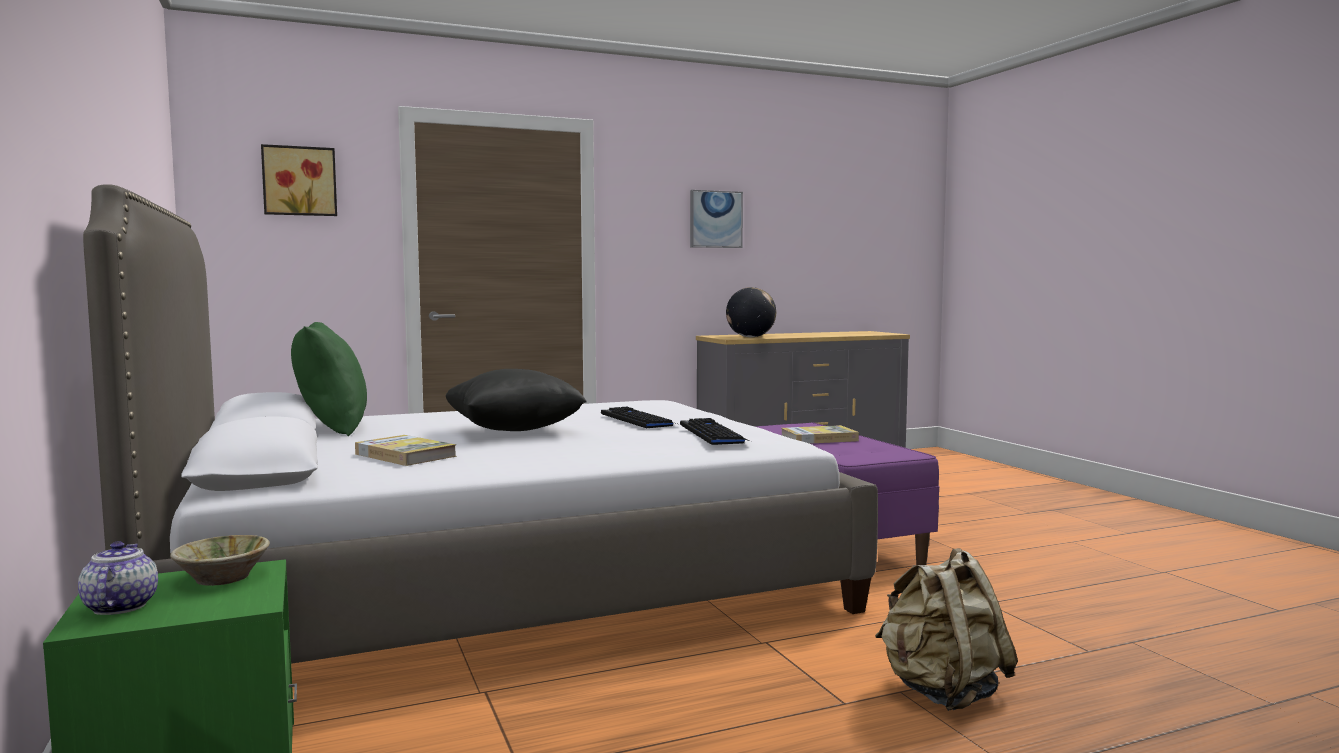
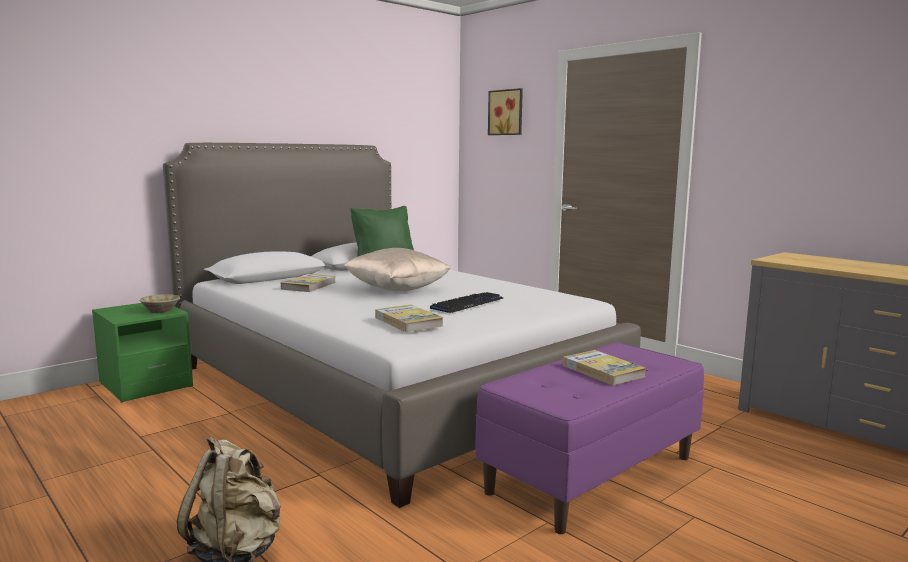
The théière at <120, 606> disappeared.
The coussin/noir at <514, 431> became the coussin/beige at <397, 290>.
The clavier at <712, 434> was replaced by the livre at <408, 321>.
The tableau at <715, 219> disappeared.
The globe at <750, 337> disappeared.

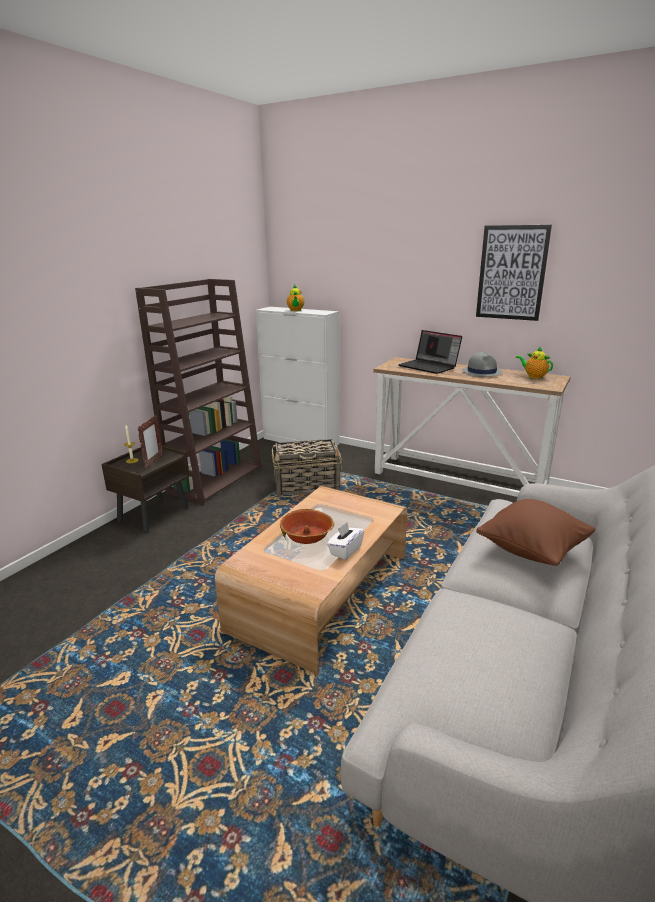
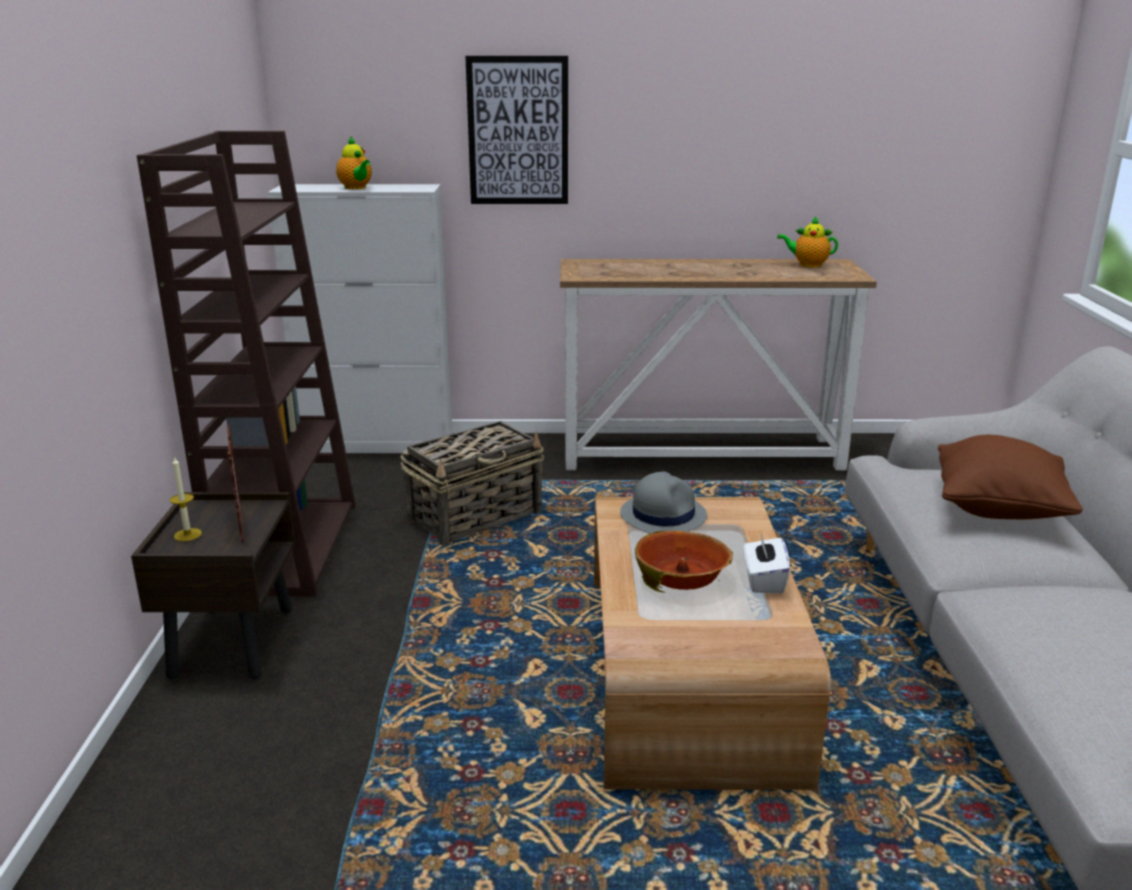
The ordinateur portable at <429, 366> disappeared.
The chapeau/gris moved from <481, 372> to <663, 515>.
The tableau moved from <512, 273> to <518, 131>.

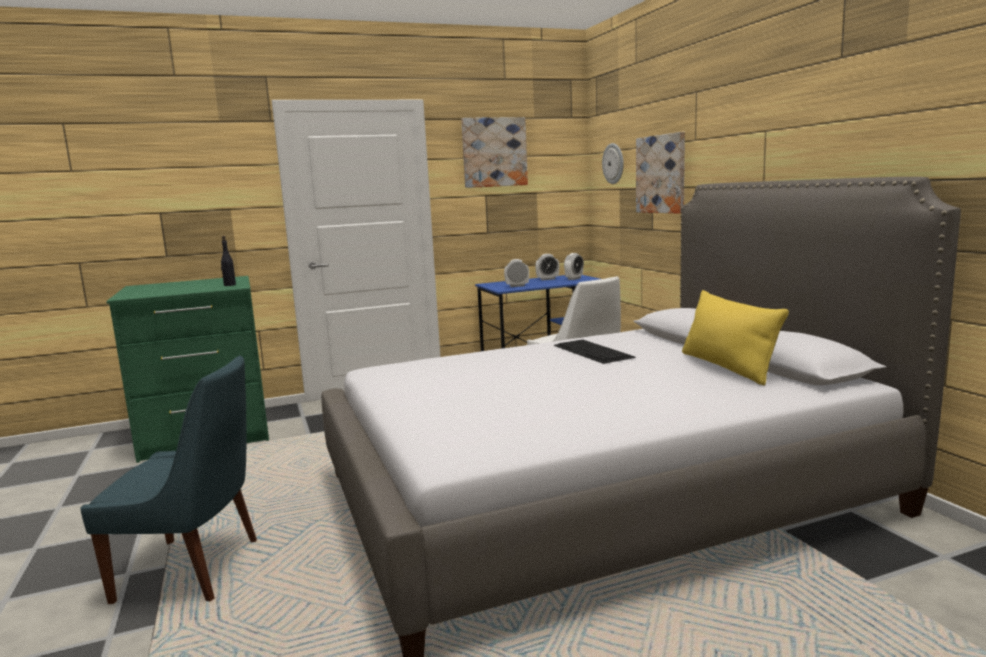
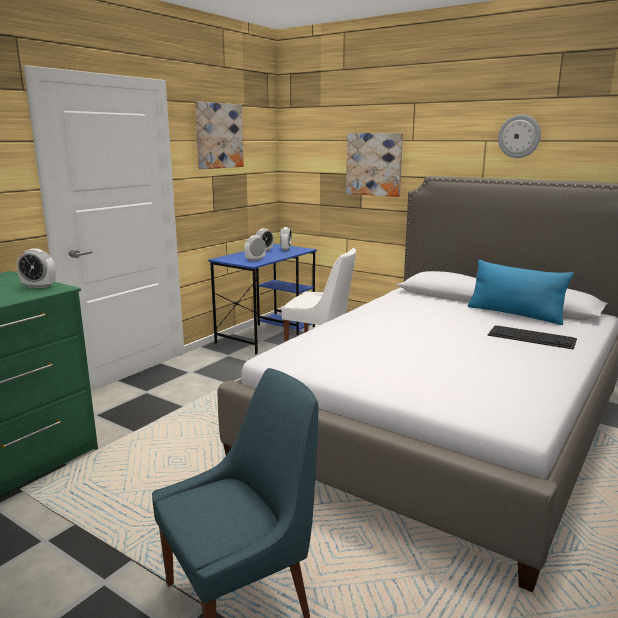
The bouteille/noir at <229, 285> was replaced by the réveil at <39, 286>.
The clavier moved from <593, 351> to <532, 337>.
The horloge murale moved from <613, 163> to <519, 136>.
The coussin/jaune at <727, 367> became the coussin/bleu at <515, 314>.

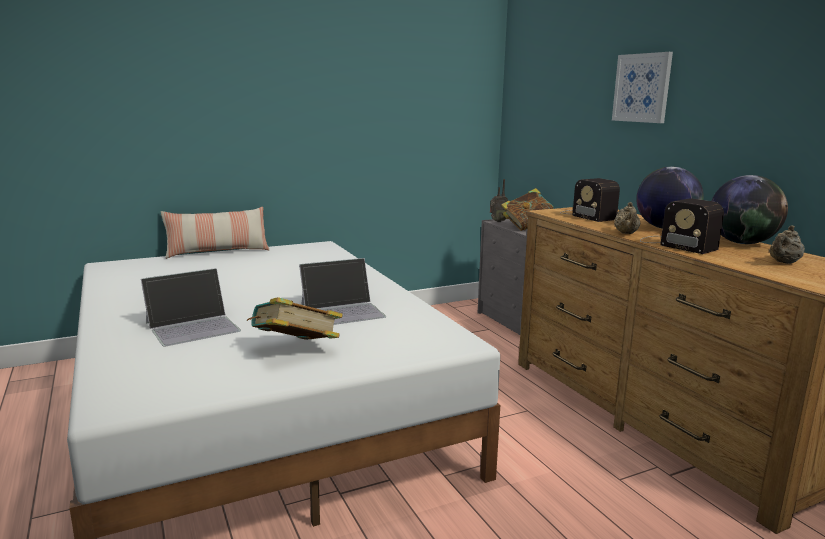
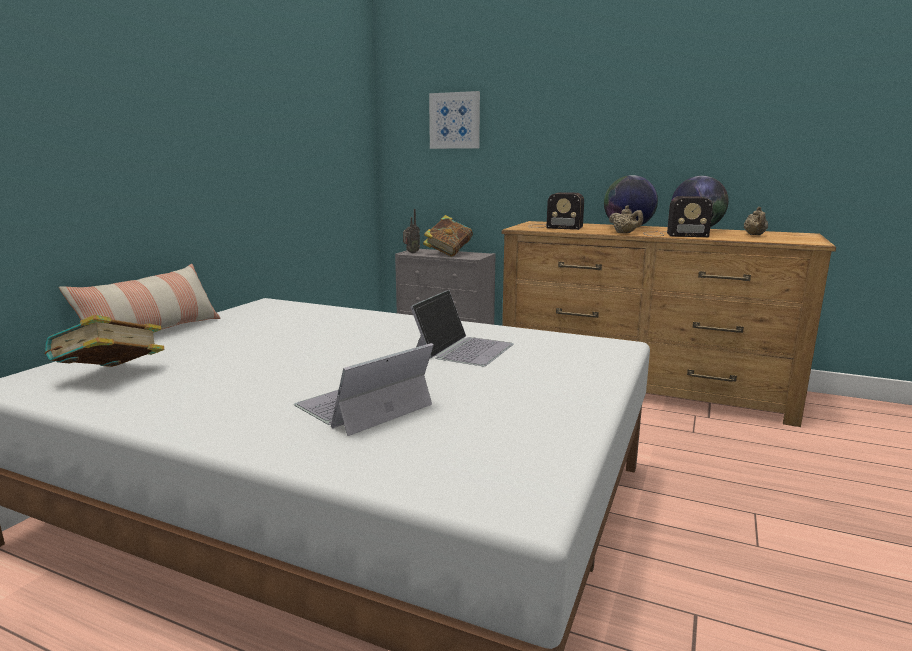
The ordinateur portable at <193, 326> turned 150 degrees counterclockwise.
The livre moved from <295, 350> to <111, 376>.
The tableau moved from <642, 88> to <455, 120>.

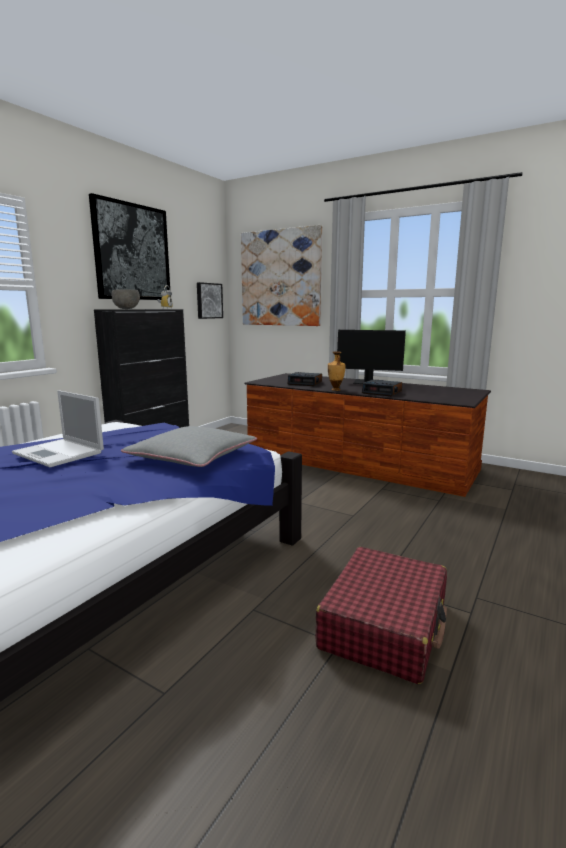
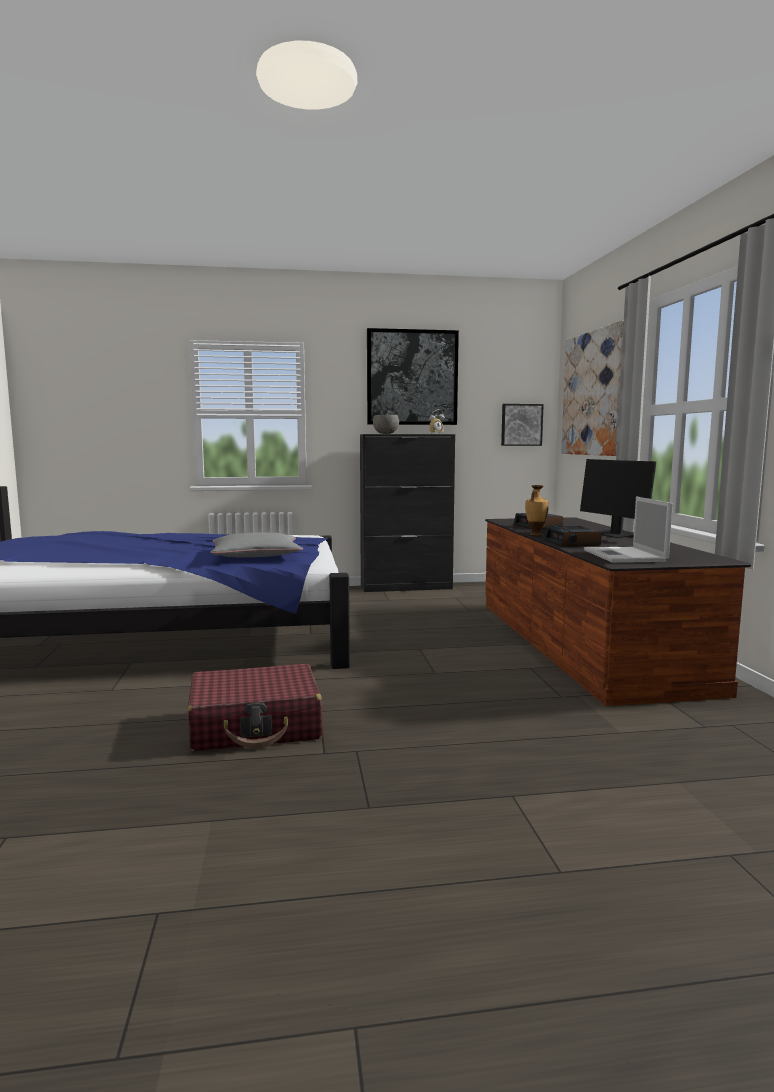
The ordinateur portable moved from <60, 453> to <625, 556>.

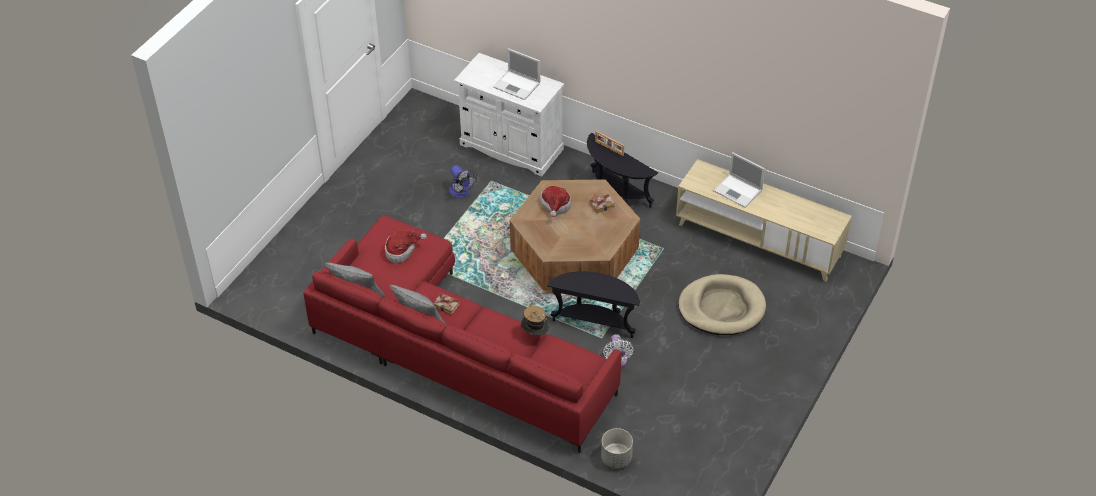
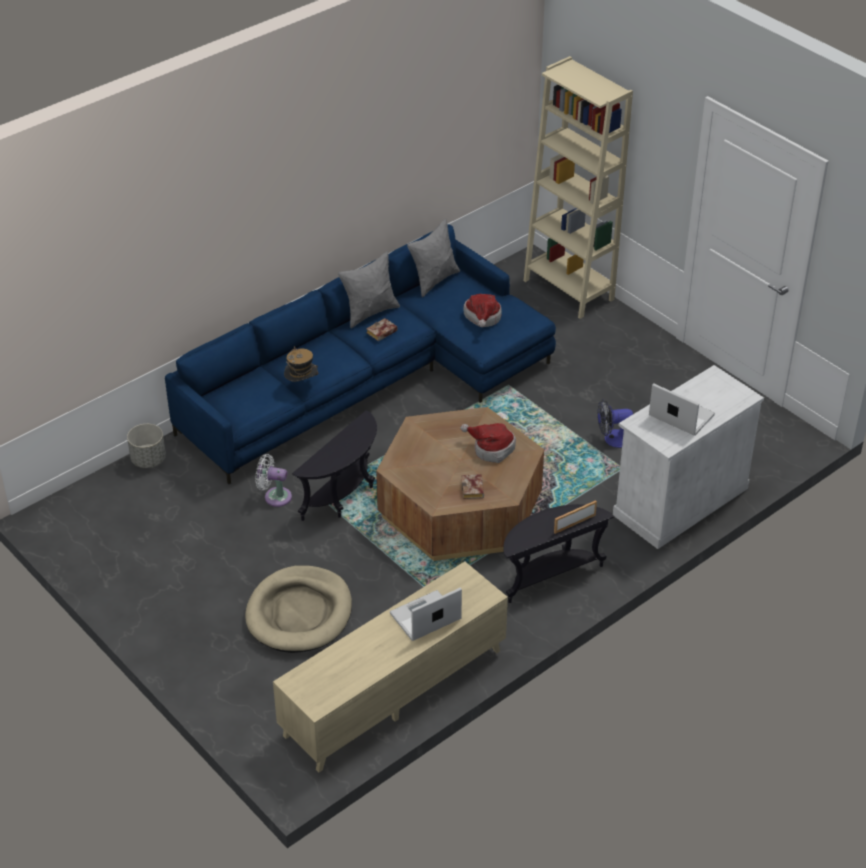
The canapé/rouge at <454, 347> became the canapé/bleu at <370, 381>.
The ordinateur portable at <517, 85> turned 75 degrees clockwise.
The bibliothèque/beige at <568, 290> appeared.

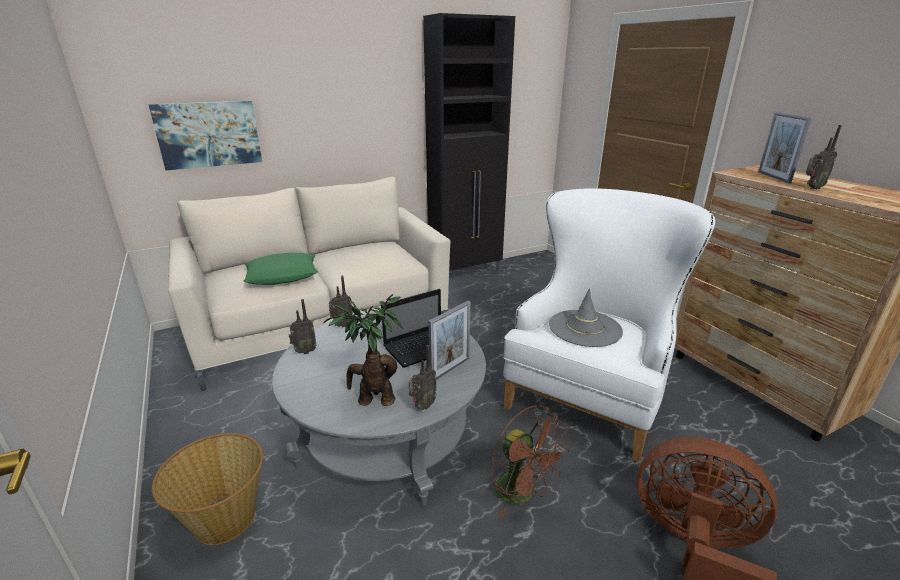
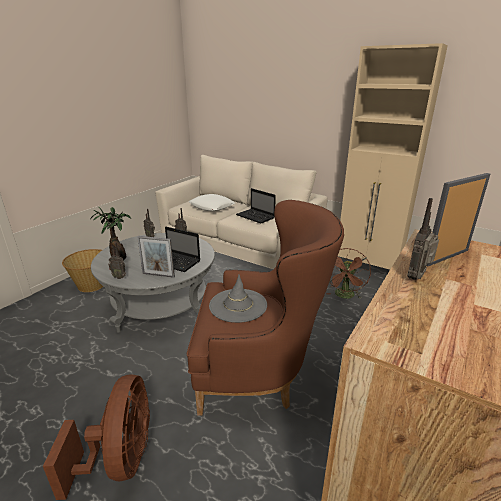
The tableau at <208, 134> disappeared.
The coussin/vert at <282, 275> became the coussin/blanc at <212, 207>.
The meuble de rangement/noir at <466, 274> became the meuble de rangement/beige at <368, 270>.
The ventilateur/marron moved from <522, 494> to <344, 296>.
The fauteuil/blanc at <589, 396> became the fauteuil/marron at <259, 372>.
The radio at <812, 188> turned 90 degrees clockwise.
The ordinateur portable at <256, 217> appeared.

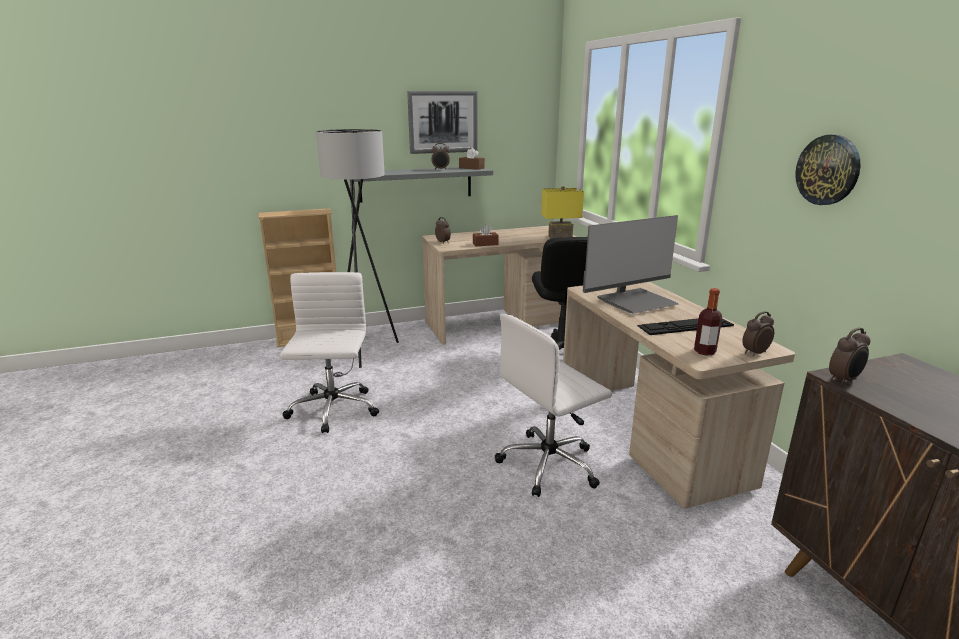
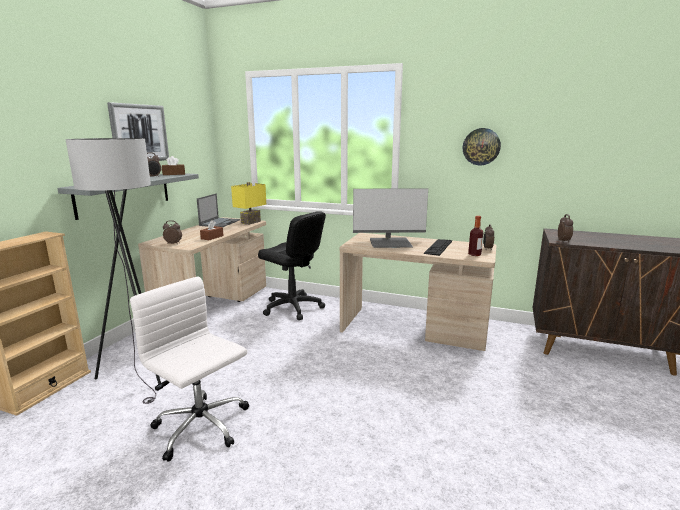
The chaise de bureau/blanc at <550, 464> disappeared.
The écran d'ordinateur at <635, 301> turned 75 degrees clockwise.
The ordinateur portable at <220, 222> appeared.

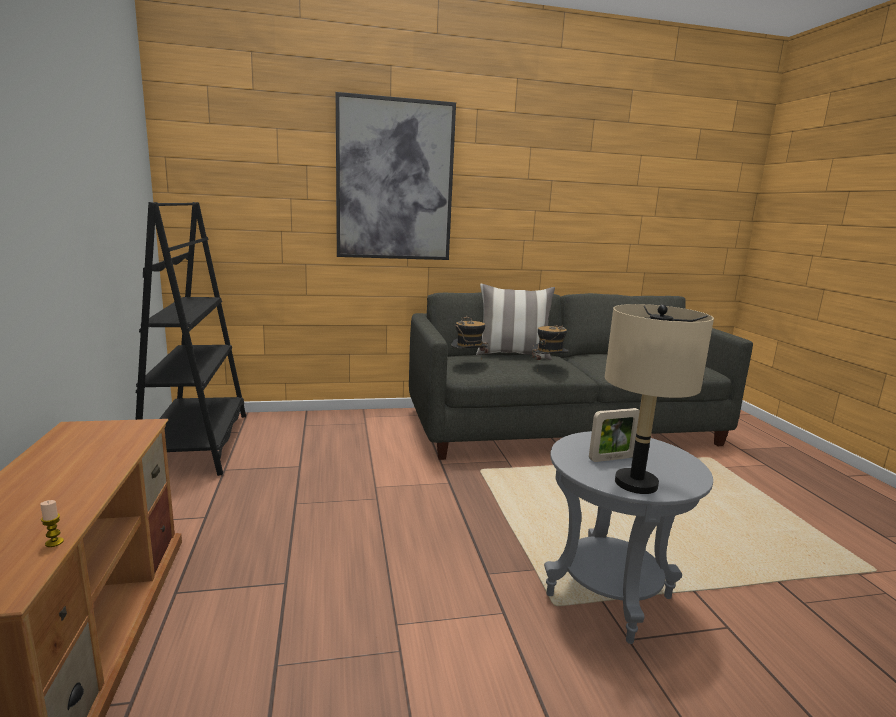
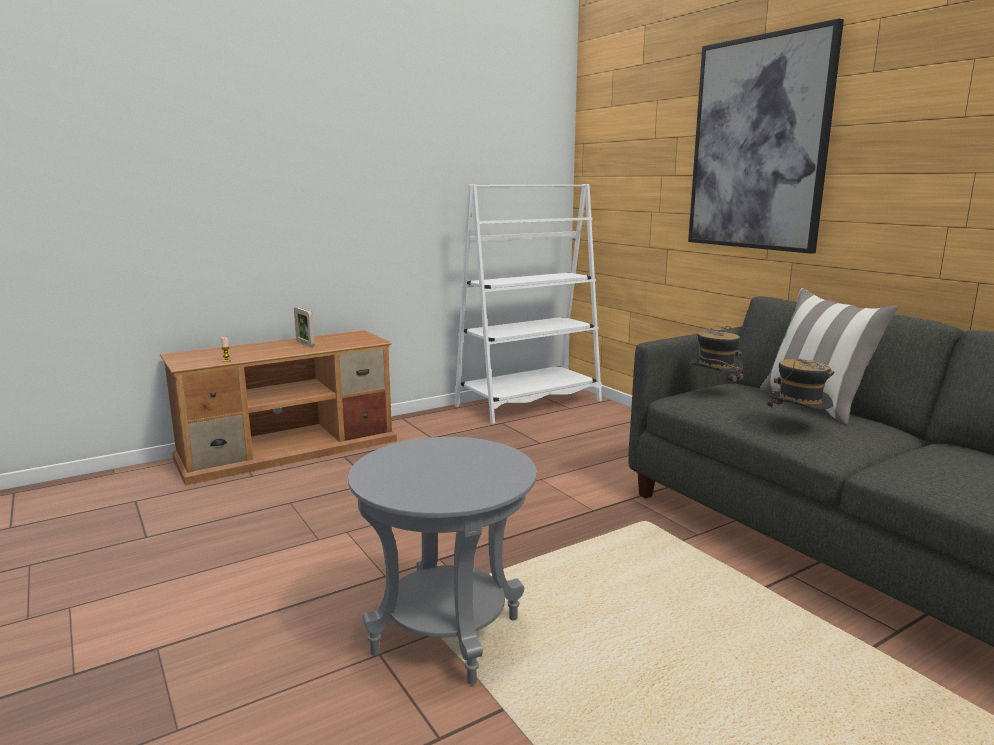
The bibliothèque/noir at <197, 444> became the bibliothèque/blanc at <529, 404>.
The cadre photo moved from <612, 458> to <305, 344>.
The lampe de table/beige at <635, 483> disappeared.

